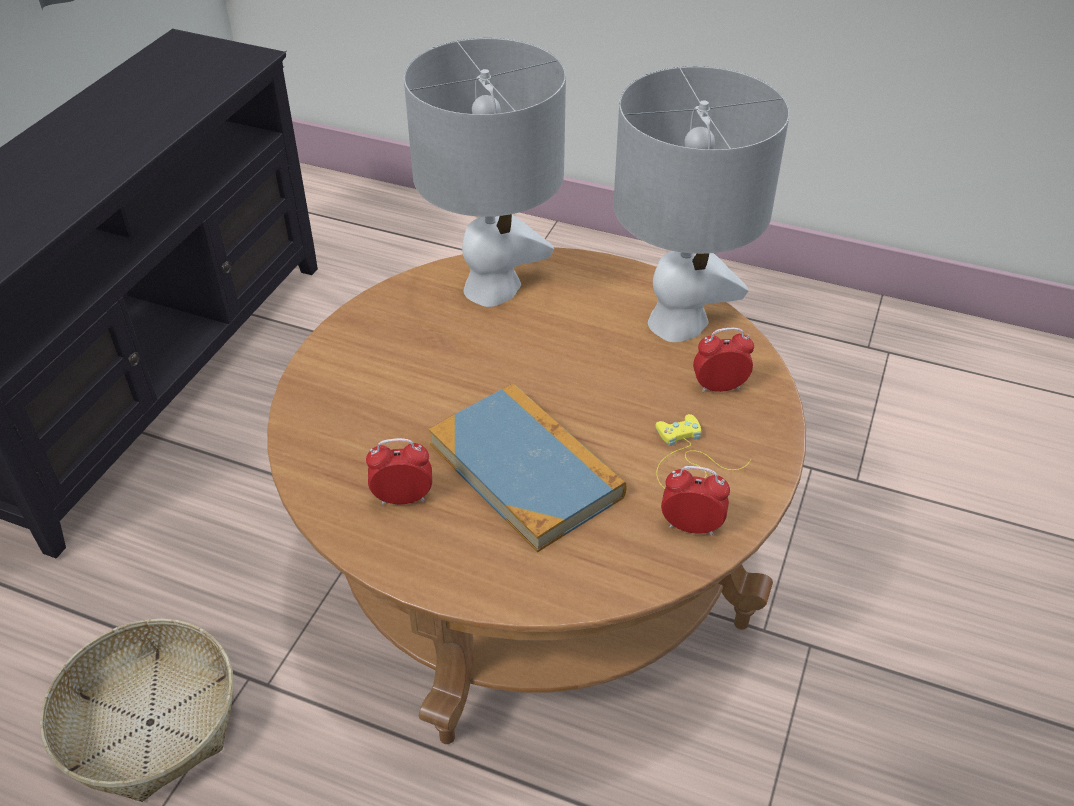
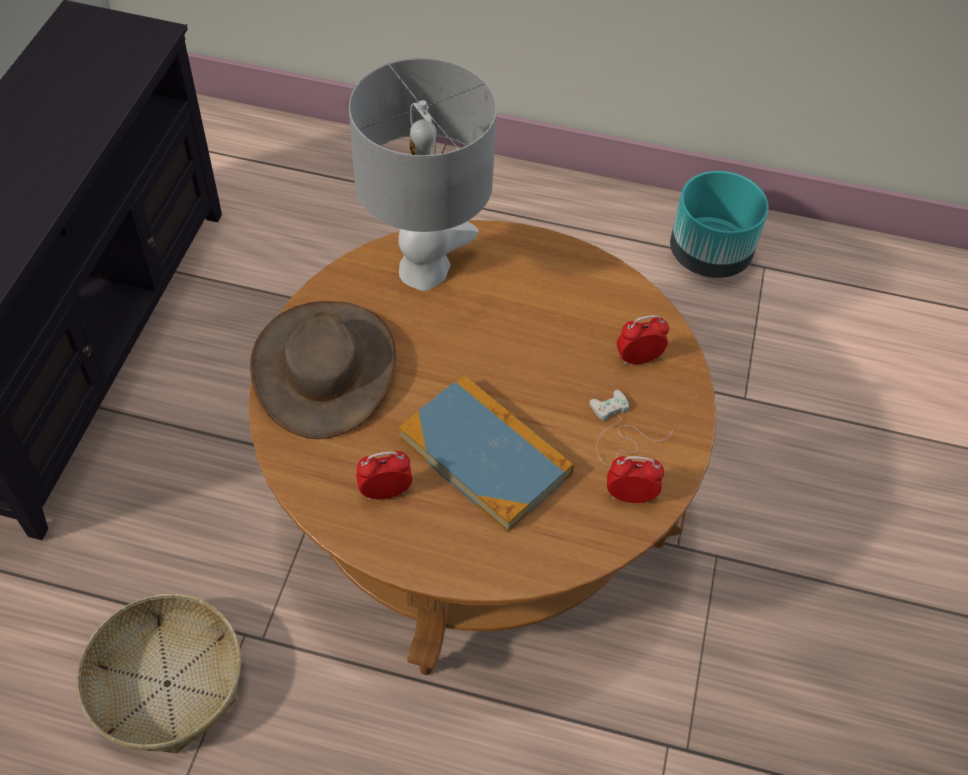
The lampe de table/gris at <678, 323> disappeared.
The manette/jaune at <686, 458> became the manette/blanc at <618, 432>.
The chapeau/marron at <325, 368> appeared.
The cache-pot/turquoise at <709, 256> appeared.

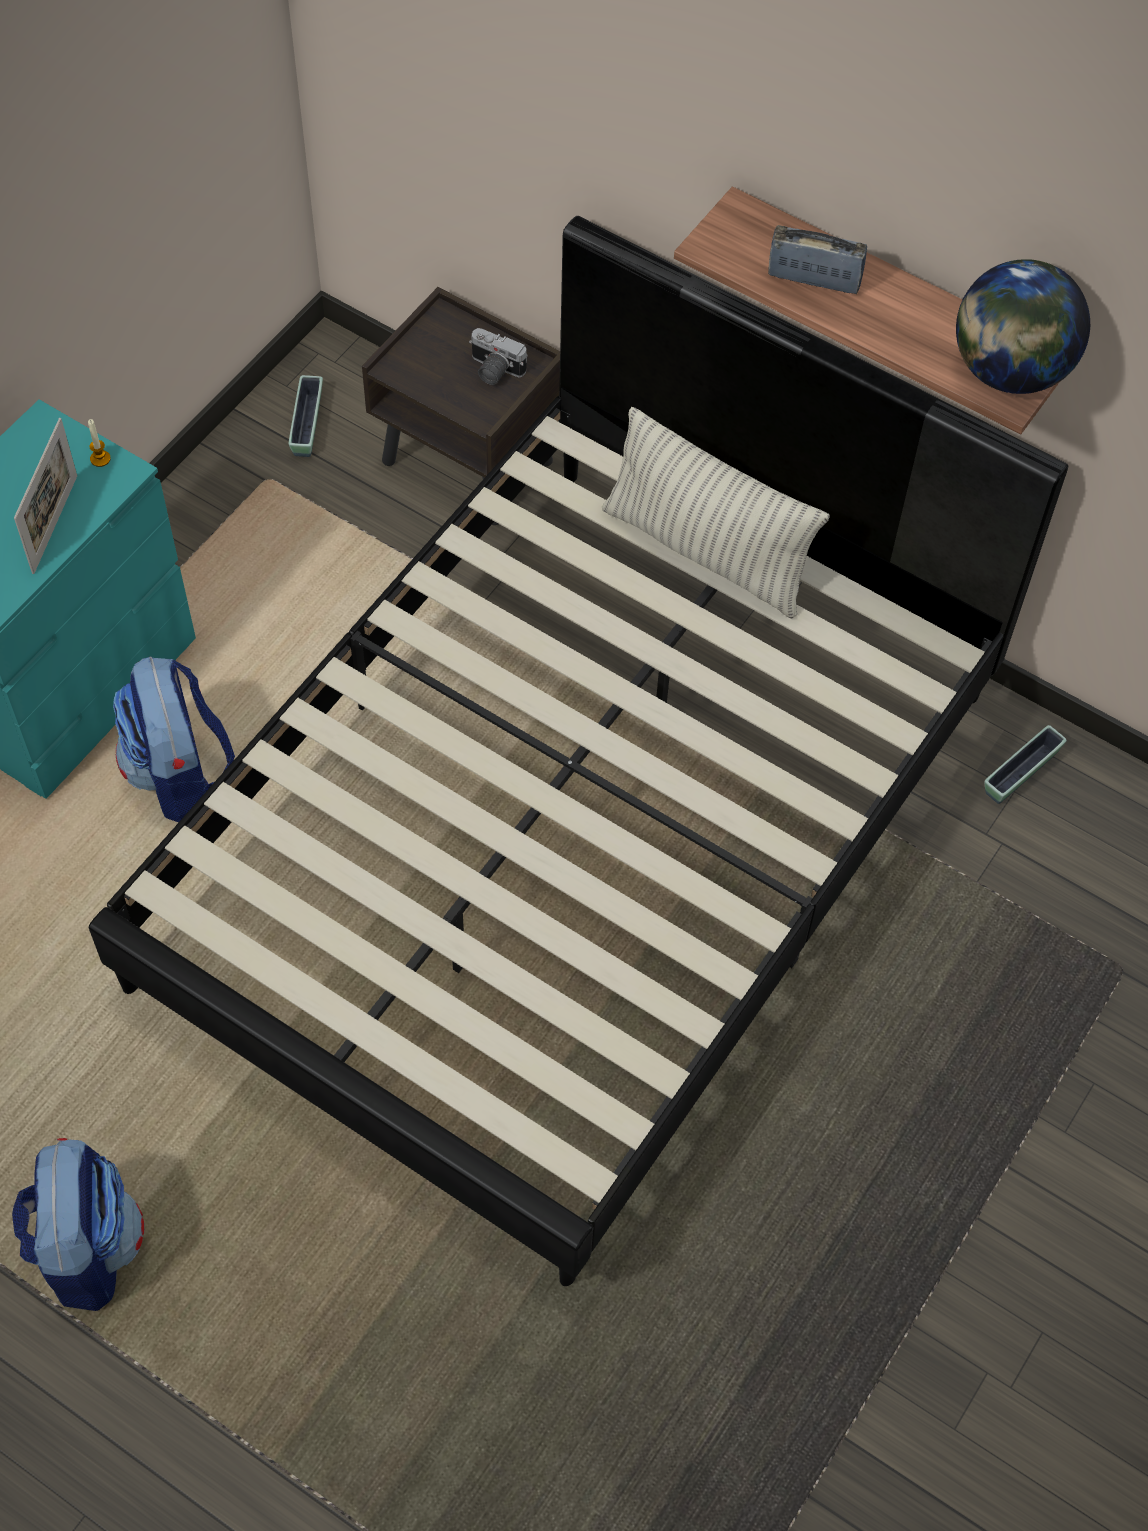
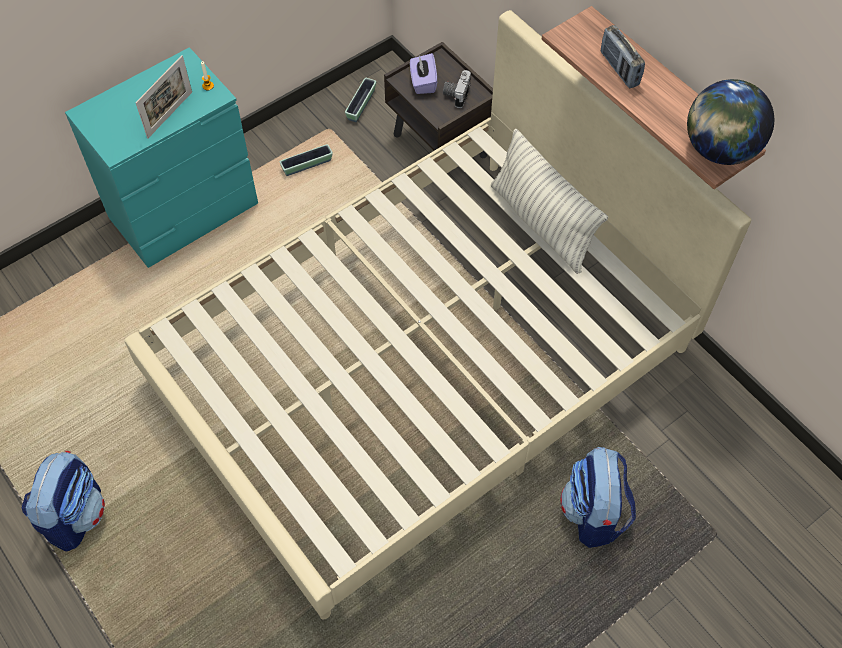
The lit/noir at <573, 835> became the lit/beige at <422, 365>.
The sac à dos moved from <181, 774> to <593, 513>.
The appareil photo at <493, 370> turned 60 degrees clockwise.
The radio at <814, 279> turned 150 degrees counterclockwise.
The cache-pot moved from <1021, 773> to <307, 165>.
The boîte à mouchoirs/violet at <423, 82> appeared.

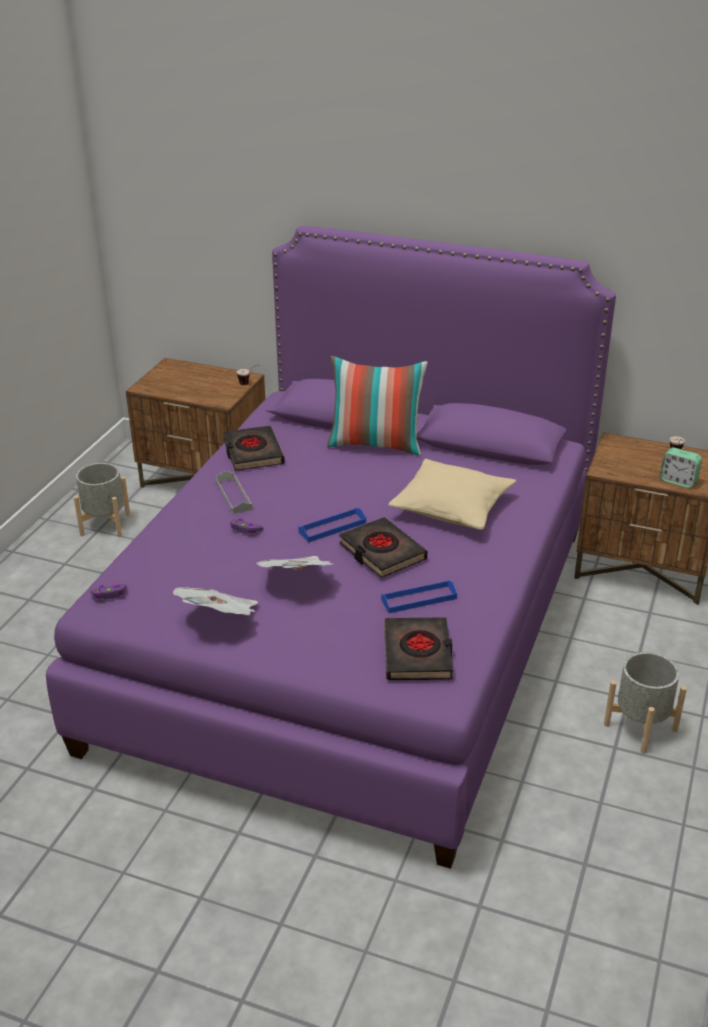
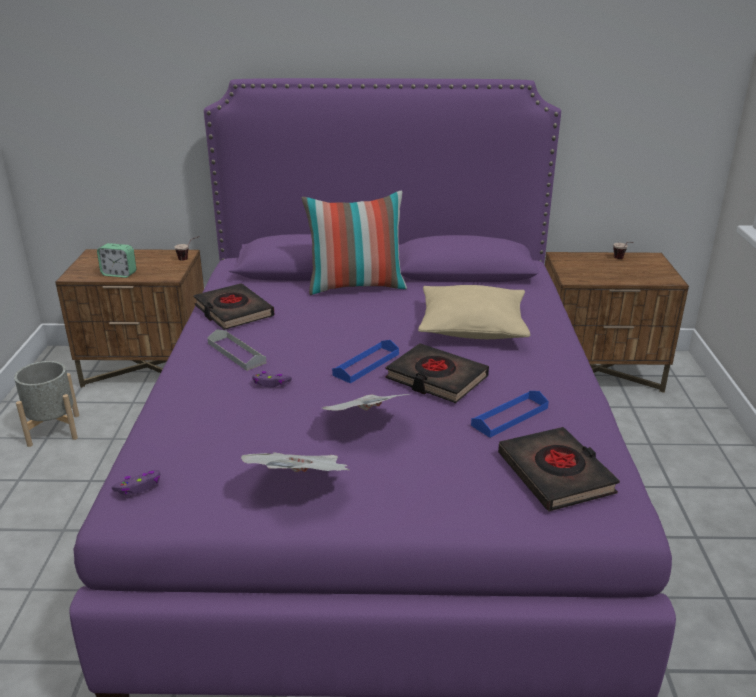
The cache-pot/gris at <641, 727> disappeared.
The réveil moved from <678, 481> to <119, 274>.

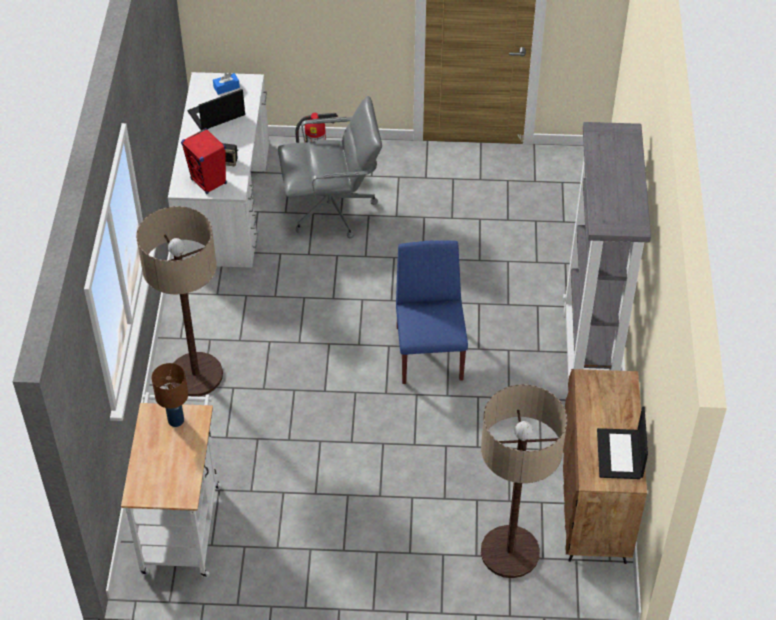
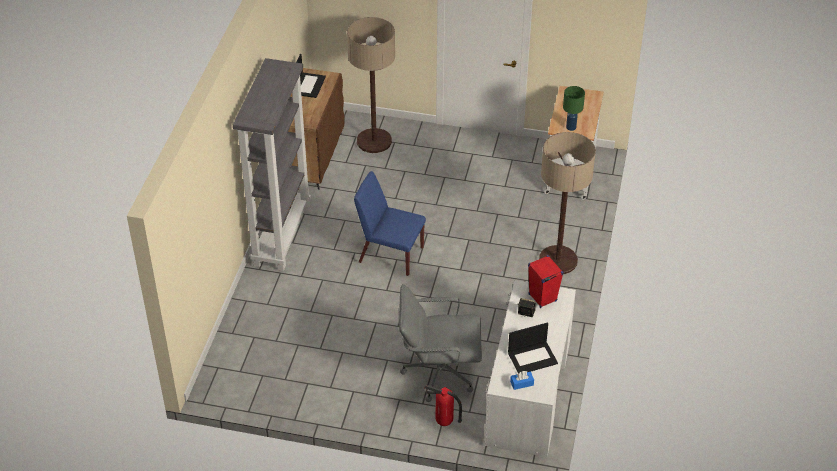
The lampe de table/marron at <175, 420> became the lampe de table/vert at <571, 127>.
The chaise/bleu at <429, 352> turned 105 degrees clockwise.

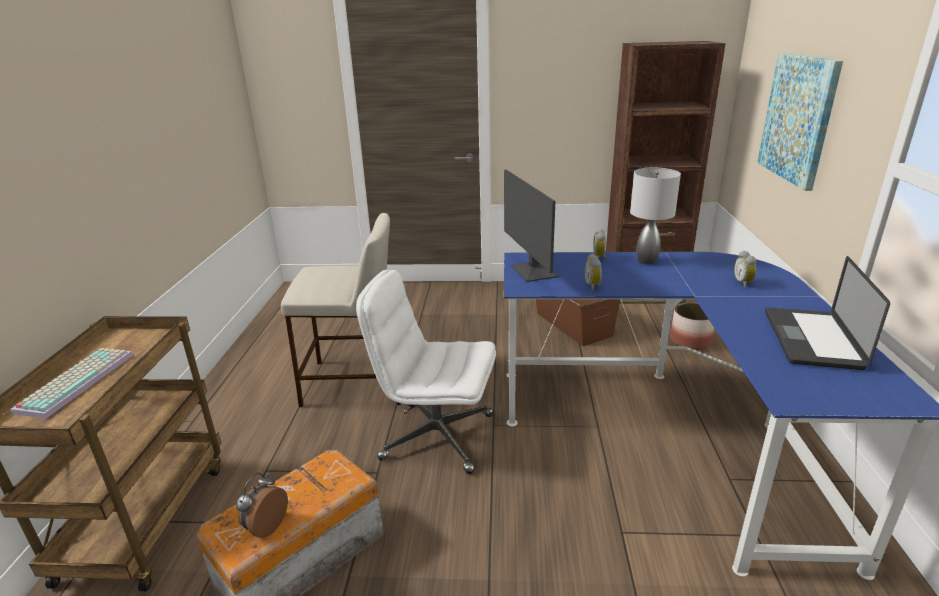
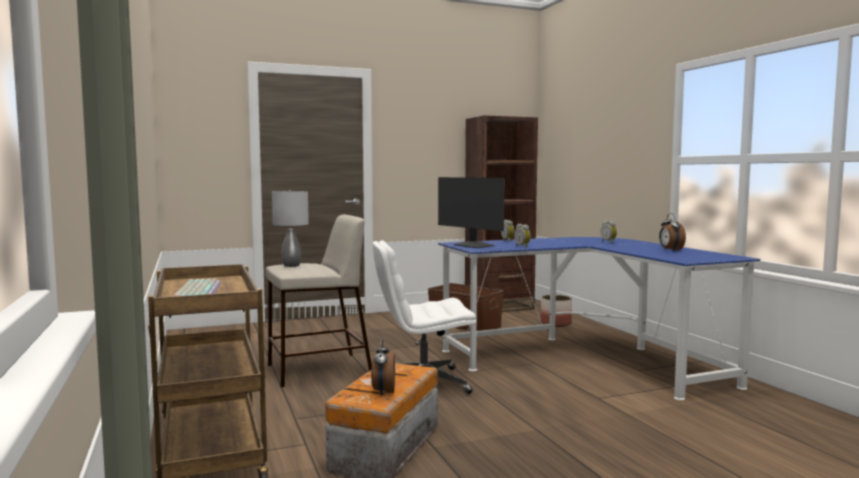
The lampe de table/gris moved from <646, 261> to <291, 265>.
The tableau at <798, 118> disappeared.
The ordinateur portable at <811, 339> was replaced by the réveil at <670, 250>.

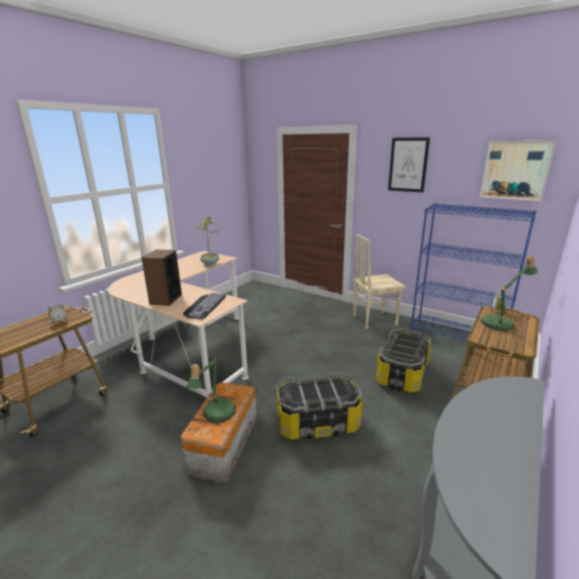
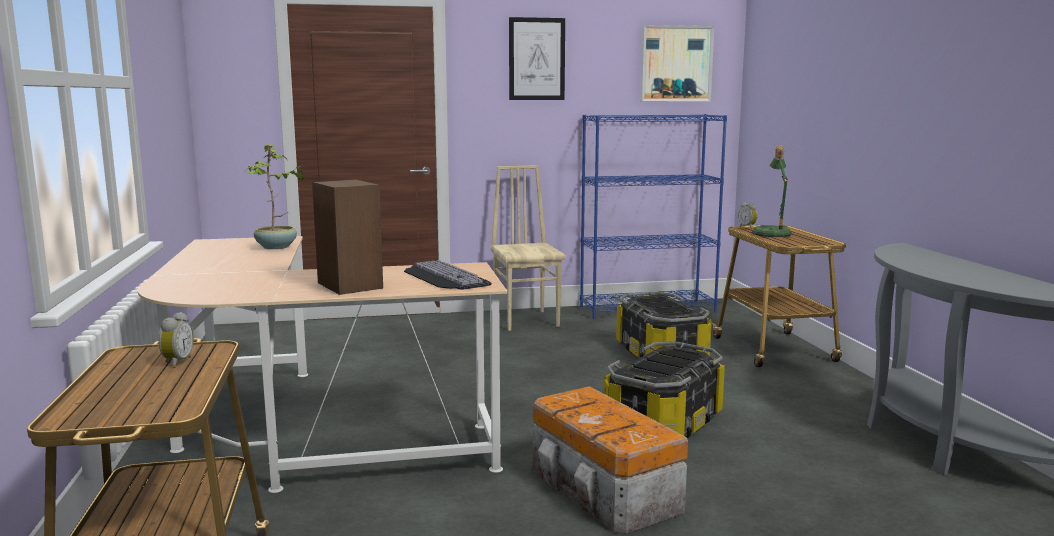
The lampe de table at <216, 415> disappeared.
The chaise/beige at <374, 320> turned 135 degrees clockwise.

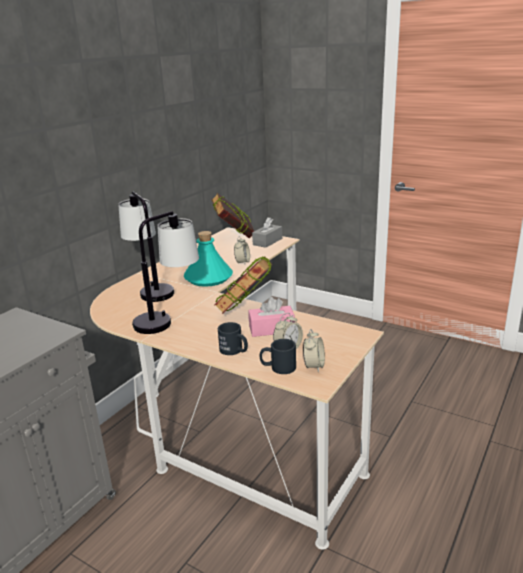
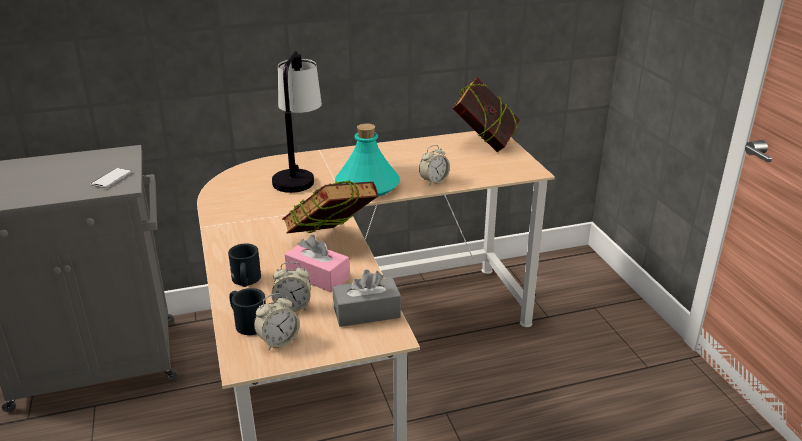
The lampe de table at <168, 319> disappeared.
The boîte à mouchoirs/gris moved from <267, 241> to <367, 312>.
The téléphone at <111, 179> appeared.

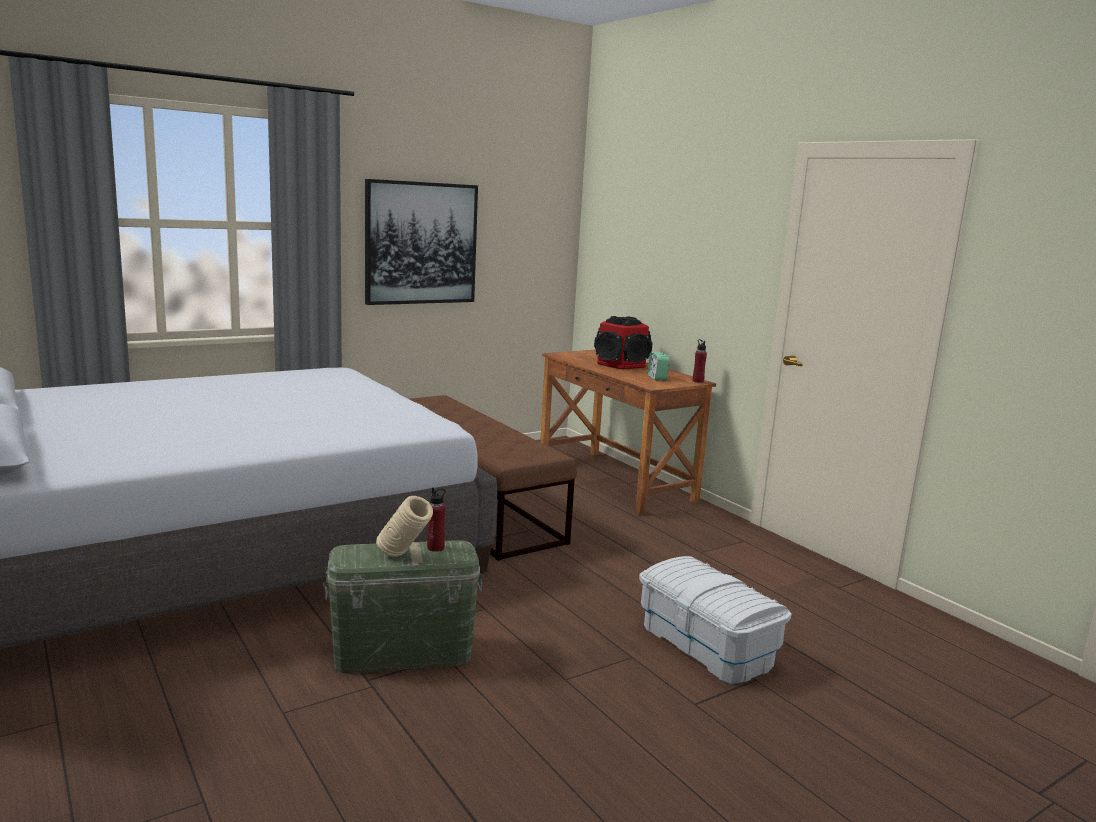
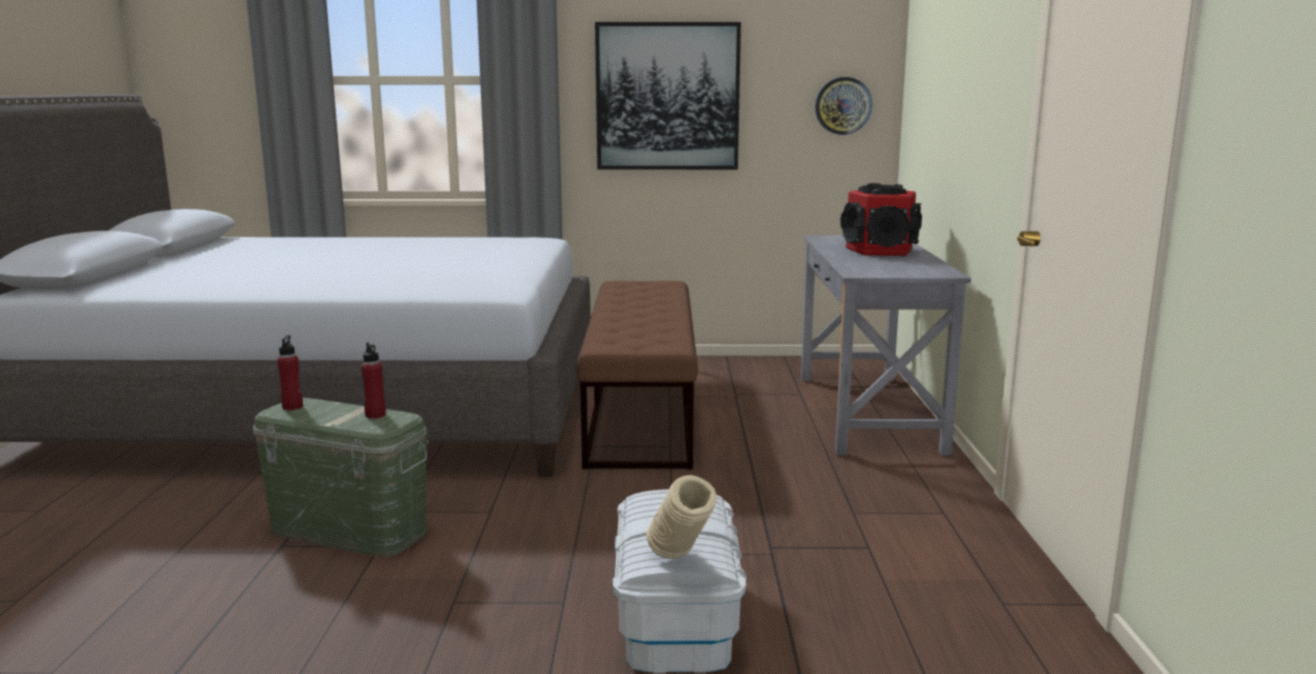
The vase/beige moved from <404, 557> to <680, 561>.
The bureau/marron at <615, 481> became the bureau/gris at <868, 413>.
The réveil at <657, 378> disappeared.
The bouteille/rouge moved from <698, 381> to <292, 407>.
The horloge murale at <843, 106> appeared.

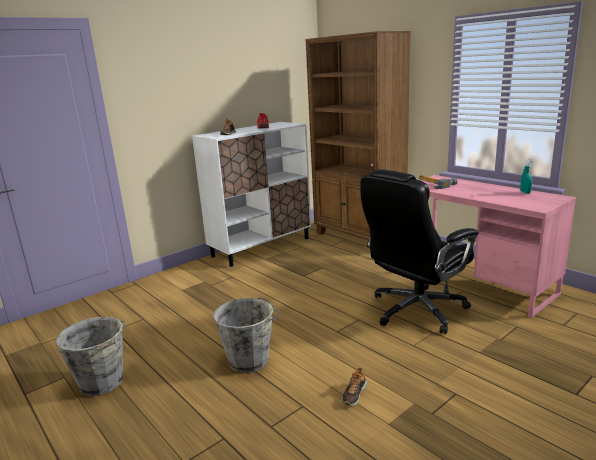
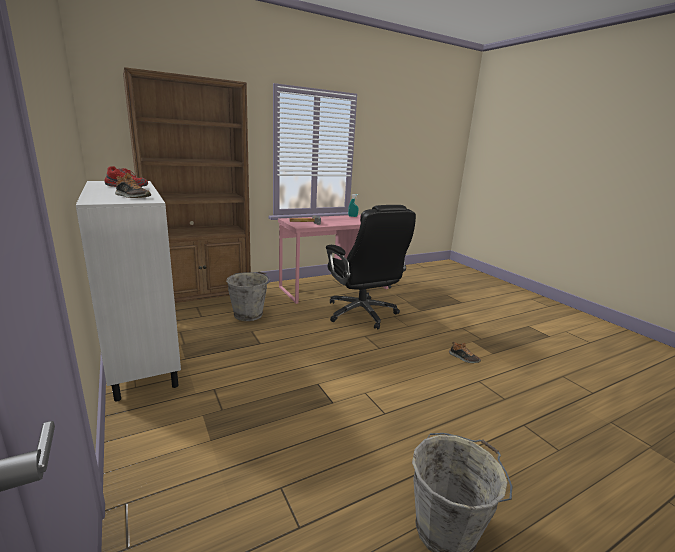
The seau/gris moved from <250, 361> to <249, 314>.

